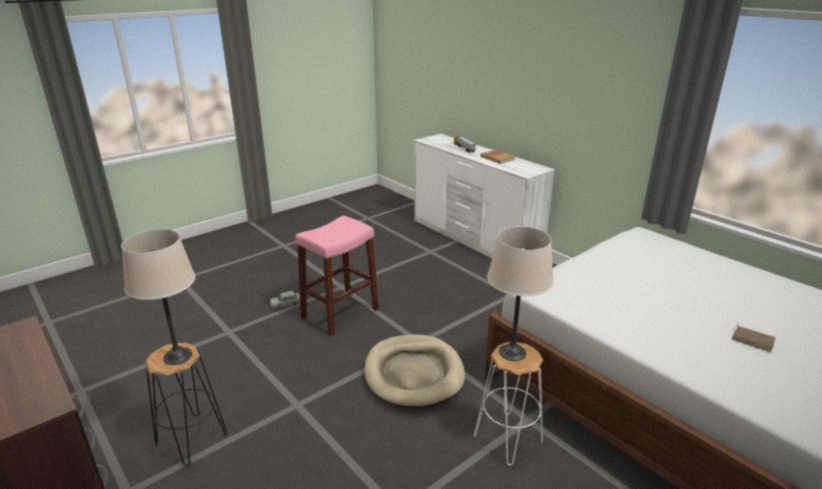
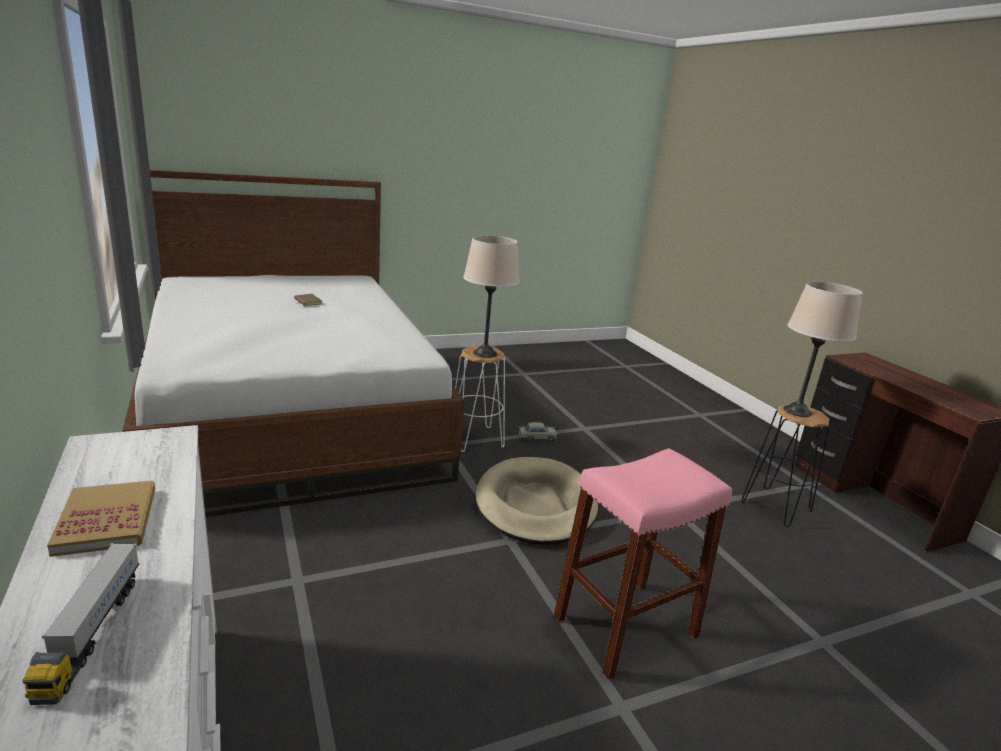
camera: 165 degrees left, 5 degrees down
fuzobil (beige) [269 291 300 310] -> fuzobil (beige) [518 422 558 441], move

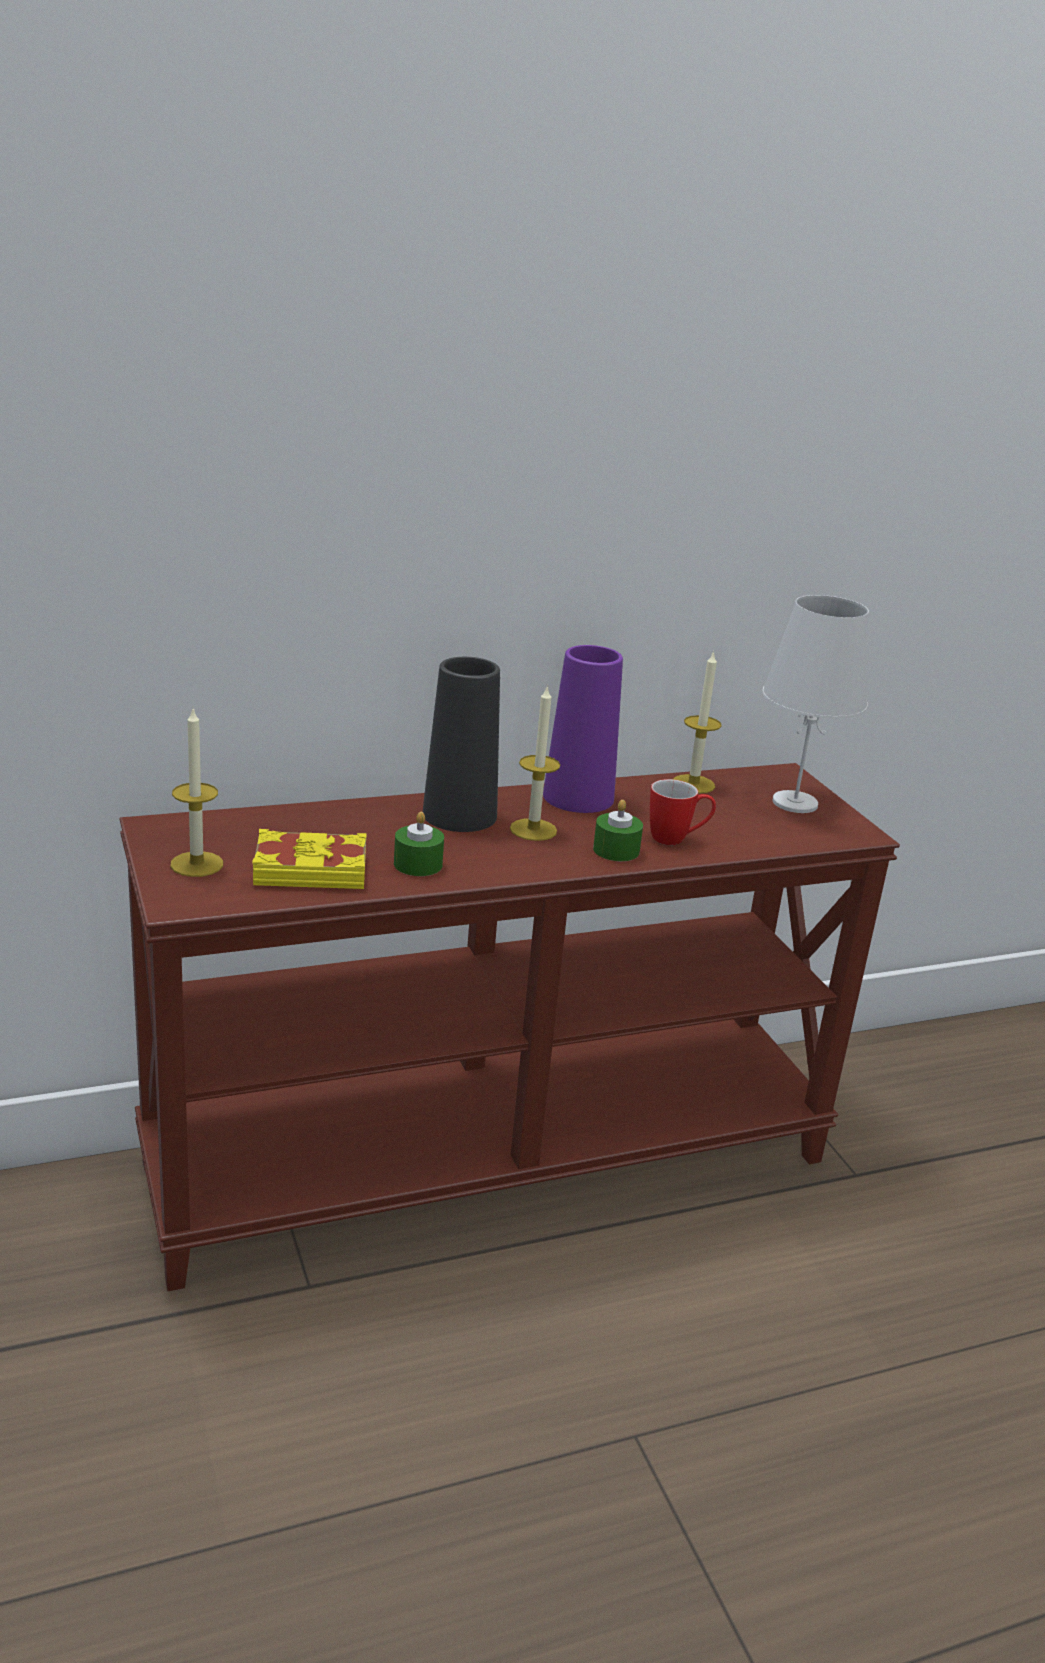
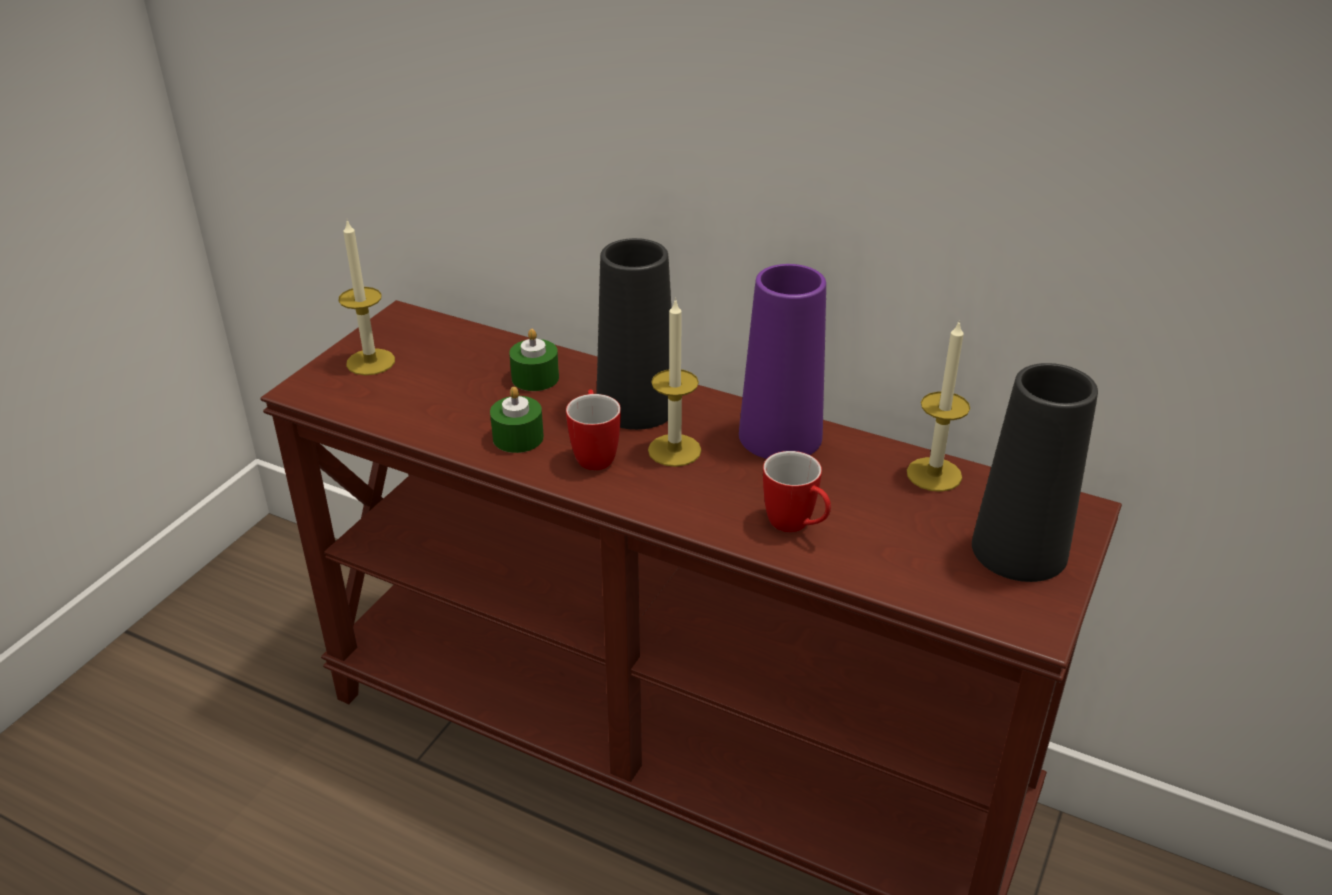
camera: 50 degrees right, 10 degrees up
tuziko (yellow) [252 829 367 889] -> none
none -> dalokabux [566 389 621 470]
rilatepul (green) [593 800 643 861] -> rilatepul (green) [509 329 559 391], move
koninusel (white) [762 595 869 813] -> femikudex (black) [972 363 1098 582]

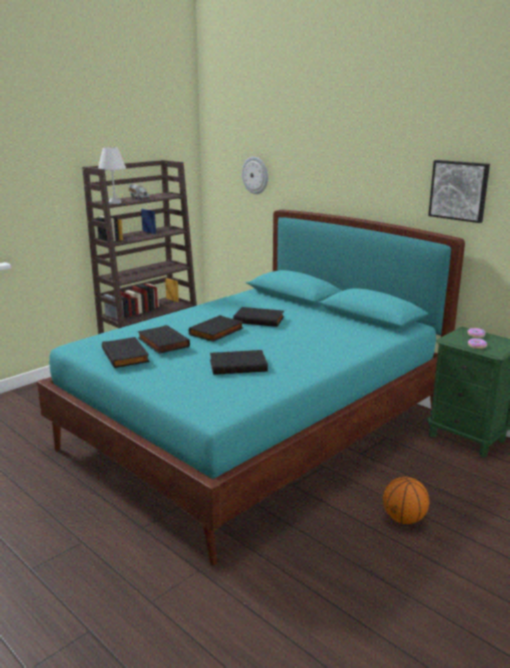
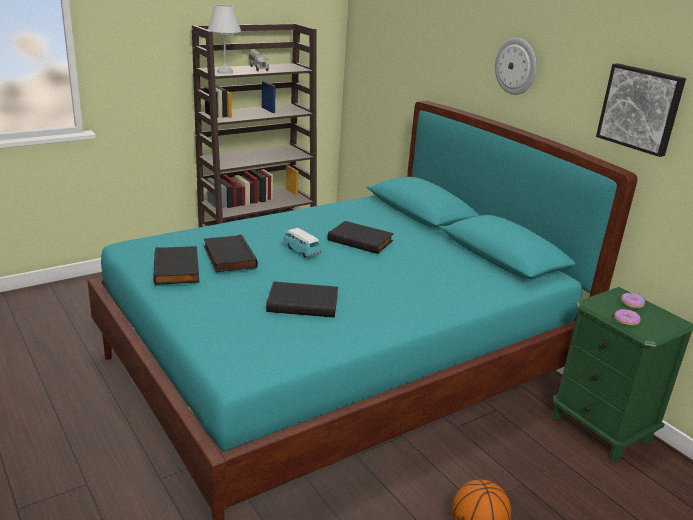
camera: 10 degrees right, 5 degrees up
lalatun [242 156 268 194] -> lalatun [495 38 537 95], move
tuziko (black) [189 315 243 342] -> fuzobil [282 228 321 258]

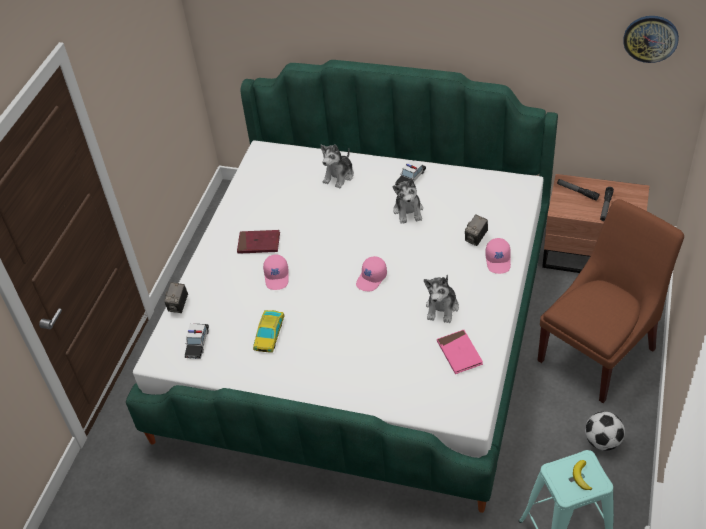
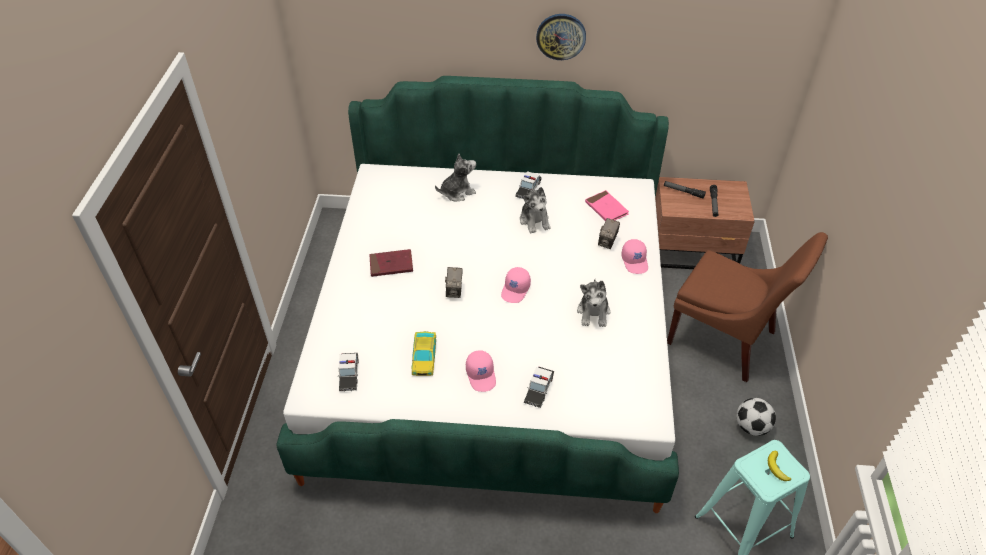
camera: 15 degrees left, 0 degrees up
none -> fuzobil [524 367 554 408]
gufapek [164 282 188 313] -> gufapek [445 267 463 298], move
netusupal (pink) [263 255 289 290] -> netusupal (pink) [466 350 496 392], move
tuziko (pink) [437 330 483 374] -> tuziko (pink) [585 190 629 221], move
lalatun [623 16 679 63] -> lalatun [536 14 586 60], move
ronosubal [320 144 354 188] -> ronosubal [435 154 476 202], 135 degrees counterclockwise
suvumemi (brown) [537 199 684 403] -> suvumemi (brown) [667 232 828 382], 90 degrees clockwise

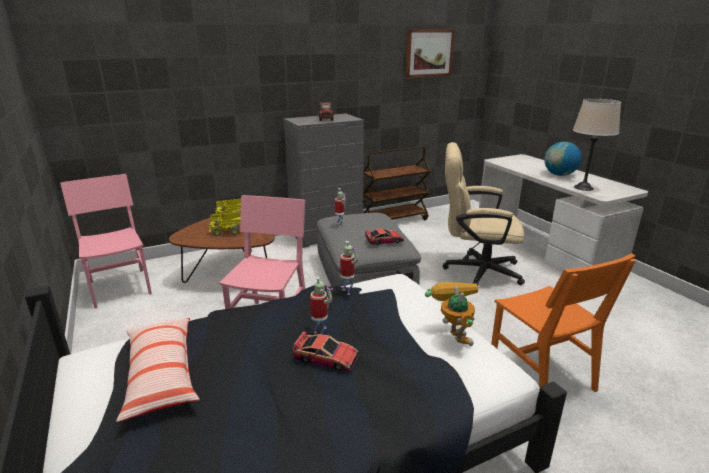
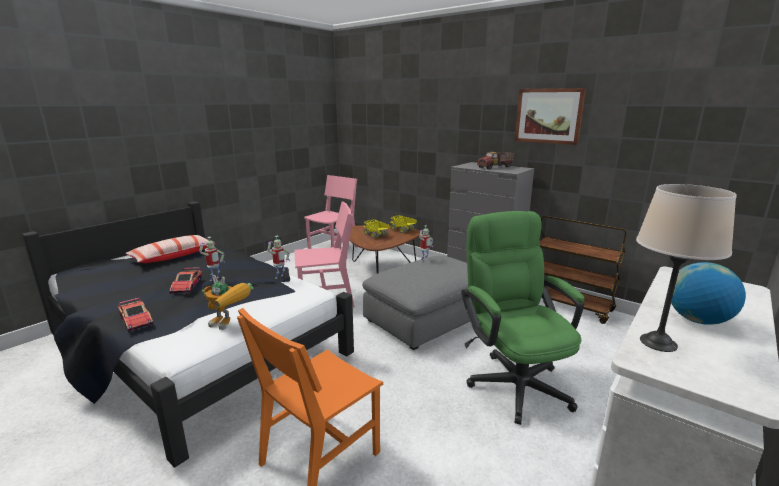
camera: 65 degrees right, 5 degrees down
fuzobil [365 228 404 245] -> fuzobil [118 298 154 332], move
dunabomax [405 29 455 78] -> dunabomax [514 88 586 145], move
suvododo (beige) [443 142 525 286] -> suvododo (green) [461 211 585 425]
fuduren [425 282 478 346] -> fuduren [202 275 253 330], 60 degrees clockwise

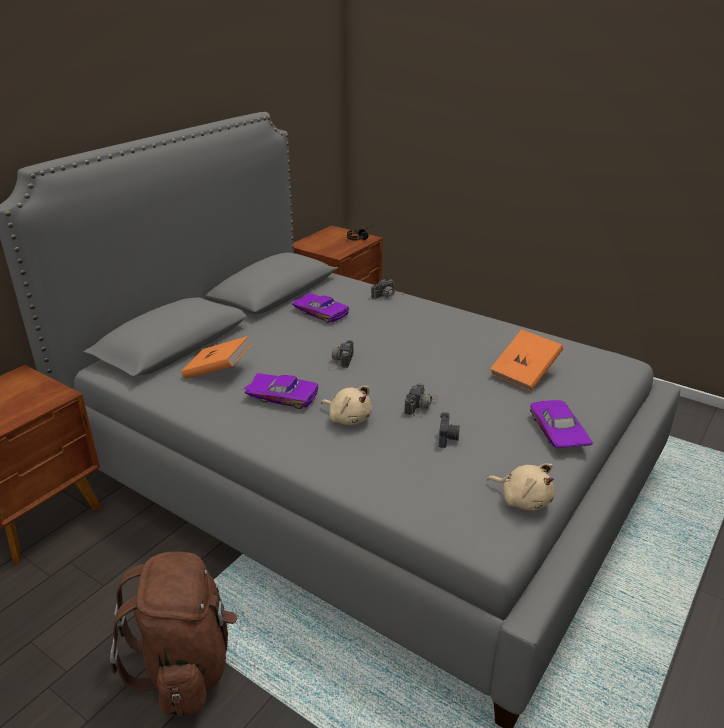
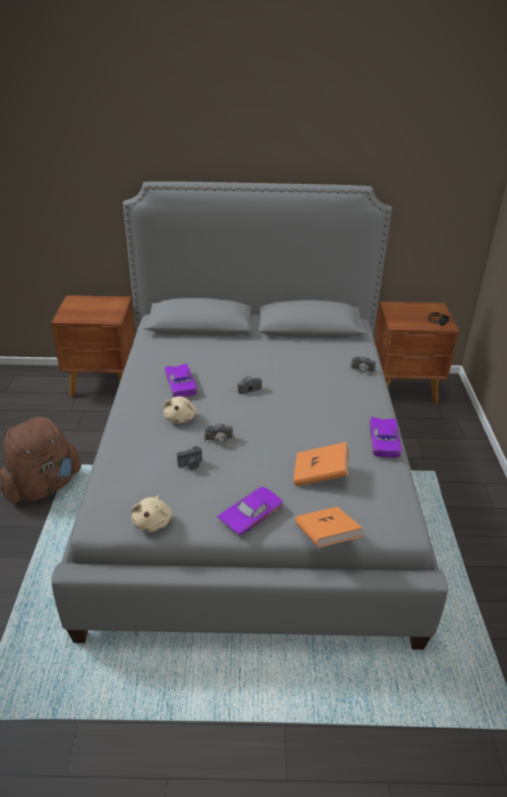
camera: 55 degrees right, 5 degrees up
tuziko (orange) [181 336 252 379] -> tuziko (orange) [295 507 363 548], move
fuzobil (purple) [292 293 349 323] -> fuzobil (purple) [370 417 402 457], move

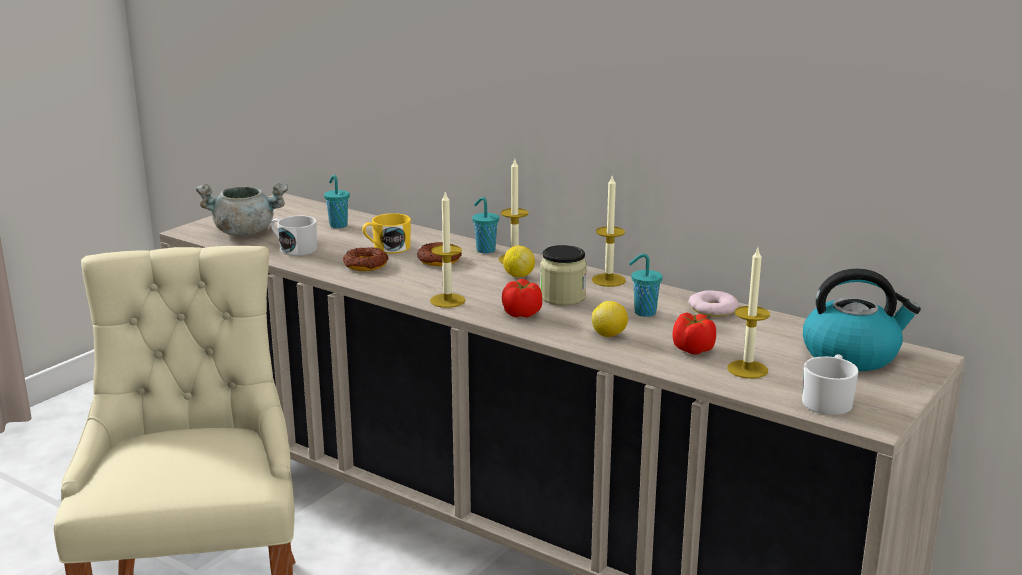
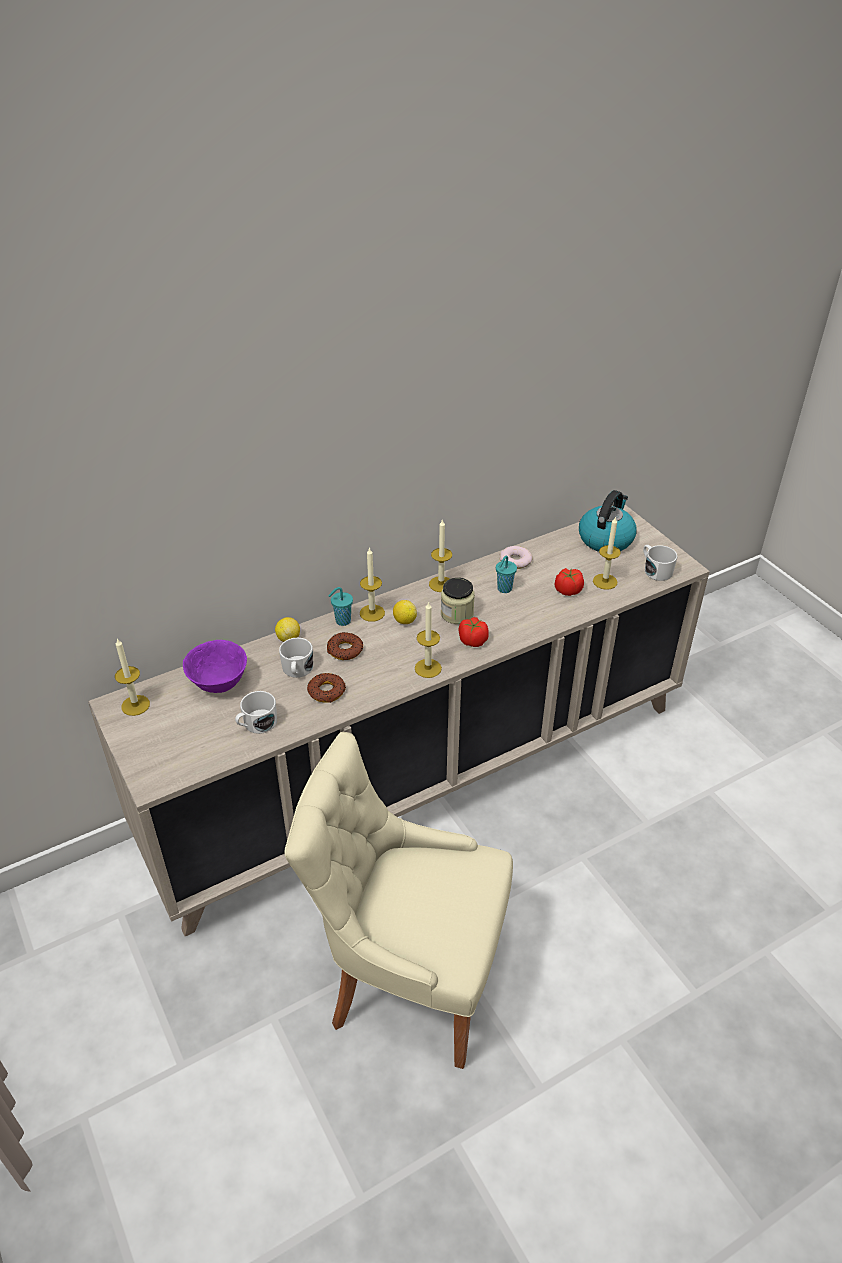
camera: 65 degrees left, 20 degrees up
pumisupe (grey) [196 183 288 236] -> none
none -> rilatepul [115 638 150 716]
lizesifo [592 301 628 337] -> lizesifo [275 617 300 642], move
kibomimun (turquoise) [324 175 350 228] -> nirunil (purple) [183 640 247 693]
dalokabux (yellow) [362 213 411 253] -> dalokabux (white) [279 638 313 678]

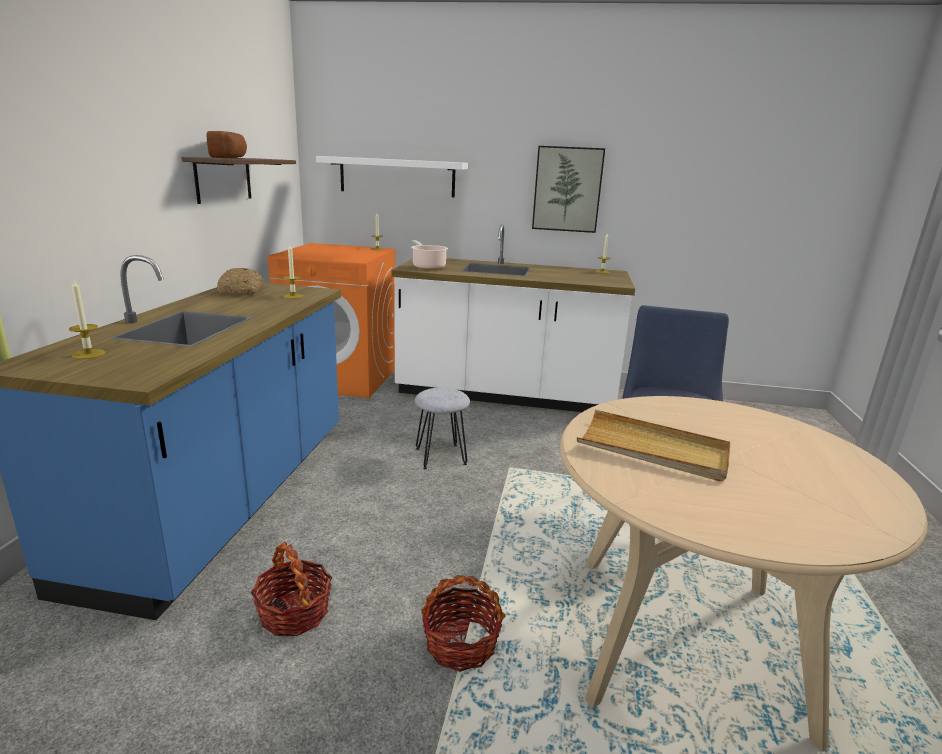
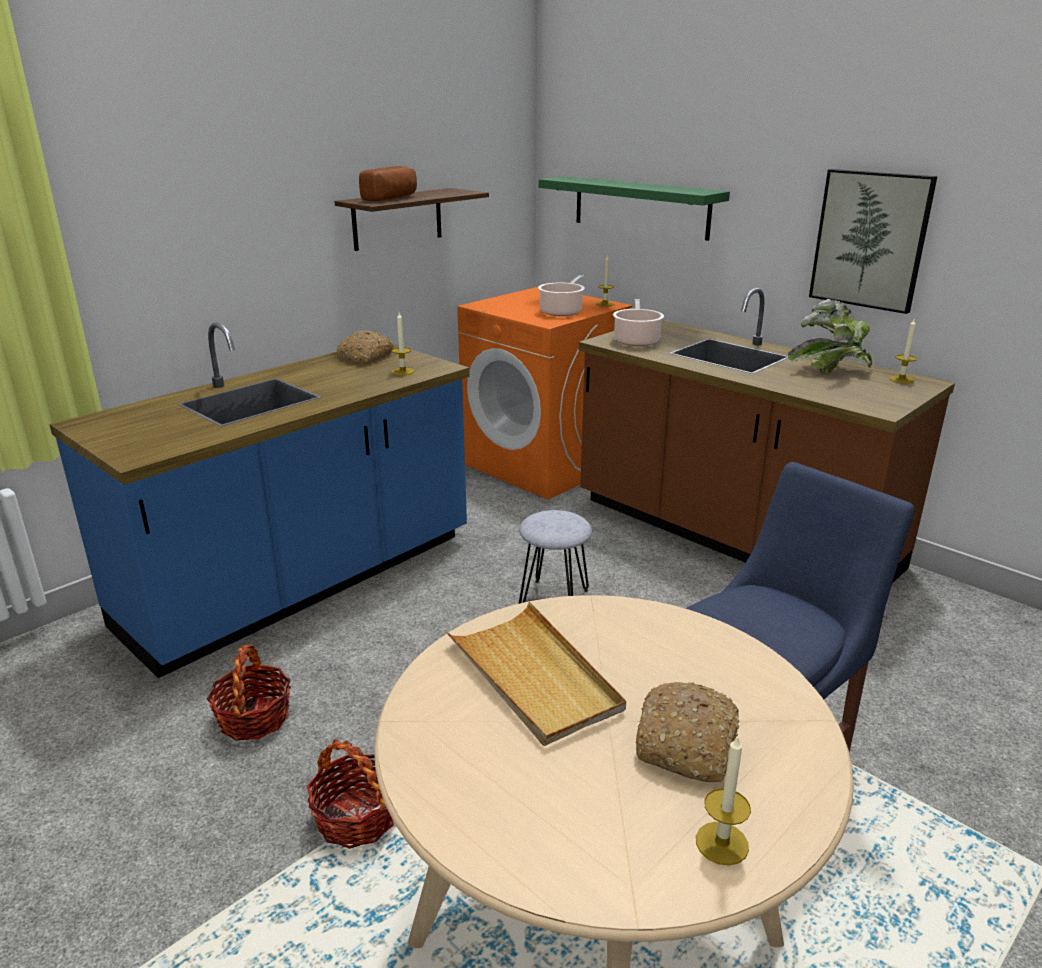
camera: 35 degrees right, 5 degrees up
none -> pumisupe [538 275 585 316]
none -> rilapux [636 682 740 782]
none -> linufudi [788 299 874 373]
rilatepul [69 280 105 359] -> rilatepul [696 735 751 866], move
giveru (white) [316 156 468 197] -> giveru (green) [539 176 730 241]
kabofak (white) [391 224 635 412] -> kabofak (brown) [579 288 955 584]

